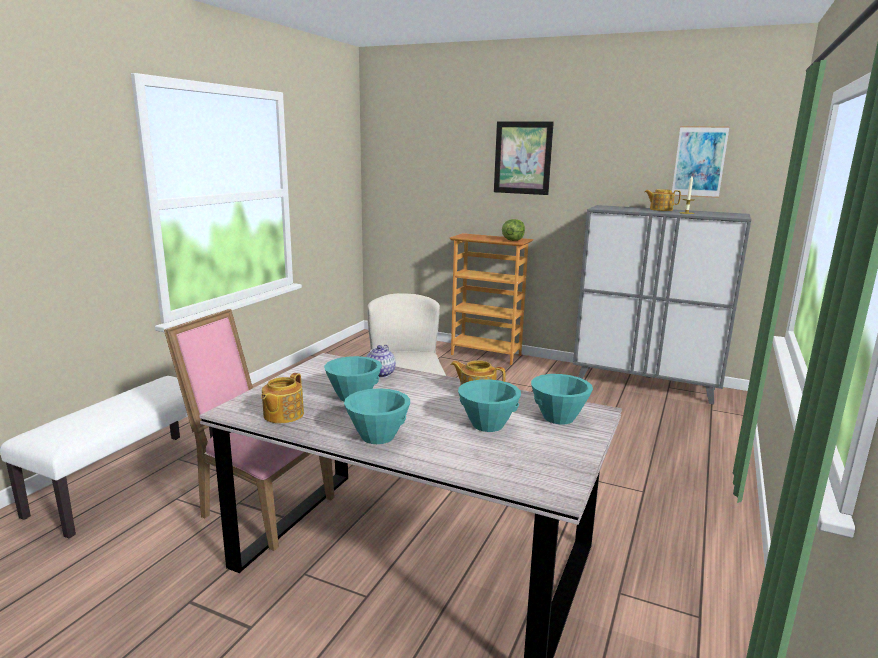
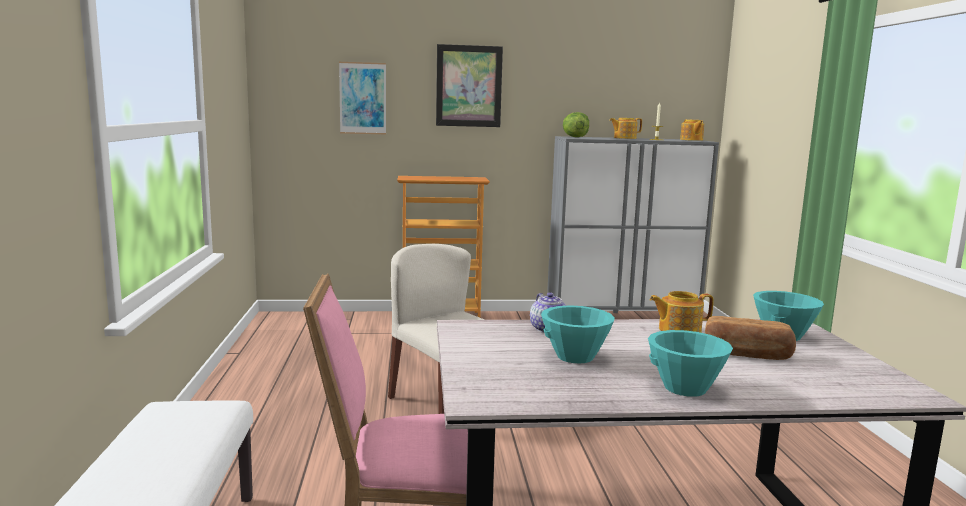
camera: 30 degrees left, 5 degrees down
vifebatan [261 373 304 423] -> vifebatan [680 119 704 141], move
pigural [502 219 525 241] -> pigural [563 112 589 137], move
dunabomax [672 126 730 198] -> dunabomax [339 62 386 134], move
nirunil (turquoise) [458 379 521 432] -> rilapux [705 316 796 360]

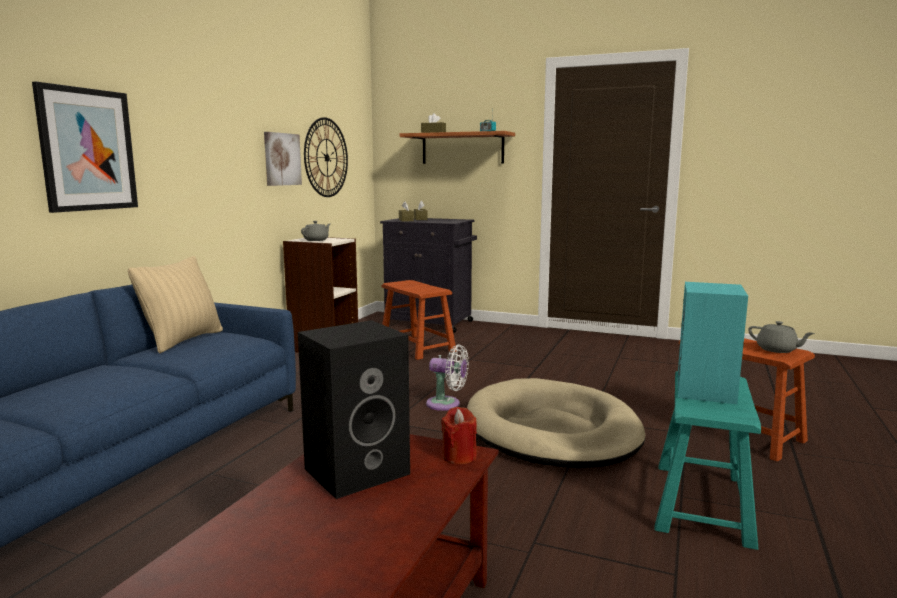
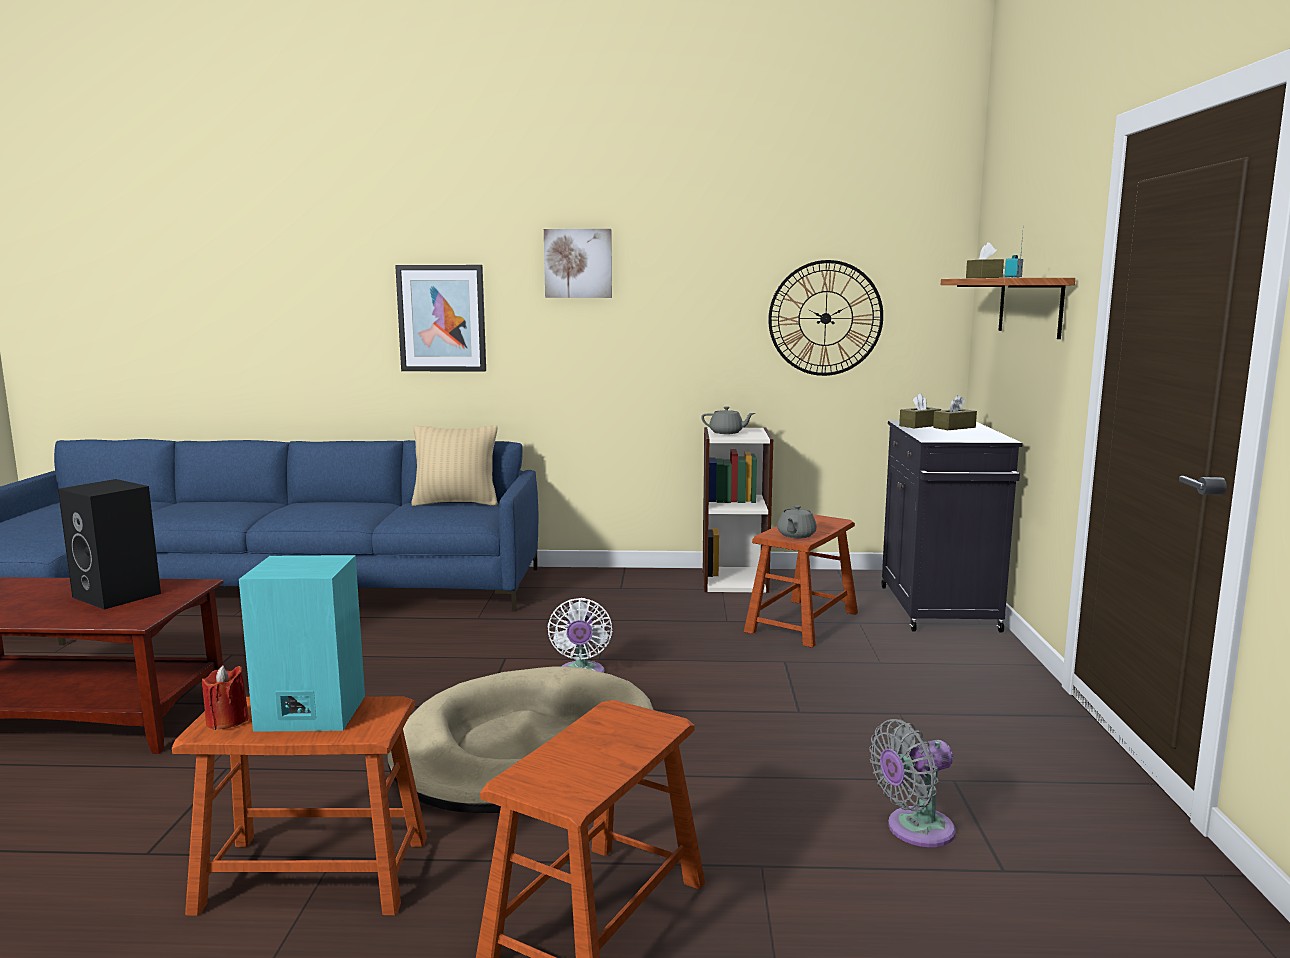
camera: 70 degrees right, 0 degrees up
none -> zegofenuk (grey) [869 719 955 847]
dunabomax [264 132 302 186] -> dunabomax [544 229 612 298], move
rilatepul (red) [441 407 477 464] -> rilatepul (red) [202 666 249 730], move
vifebatan (grey) [748 321 815 353] -> vifebatan (grey) [777 505 817 538], move
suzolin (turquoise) [654 371 761 550] -> suzolin (brown) [172 696 427 916]

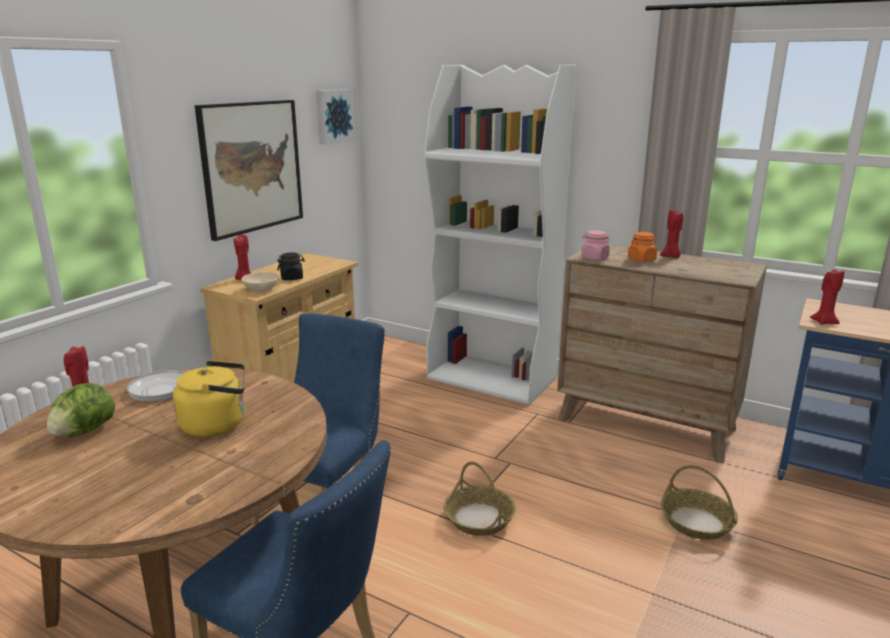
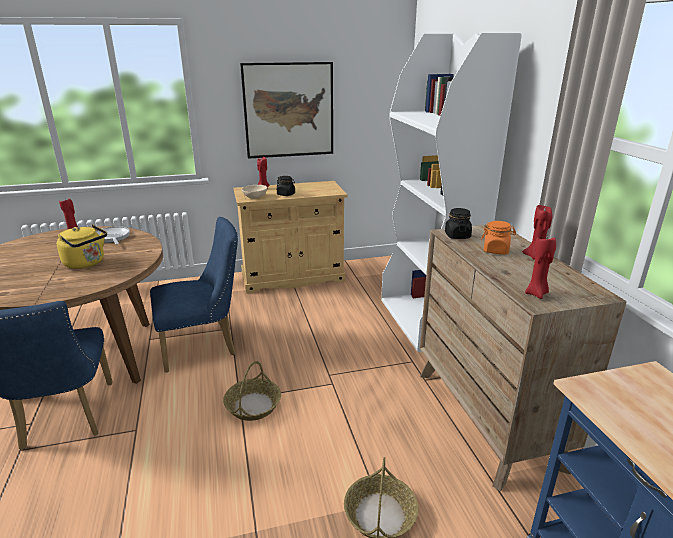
camera: 45 degrees right, 5 degrees up
pigural [47 383 115 437] -> none
dunabomax [316 89 356 144] -> none
rilatepul (red) [810 269 844 325] -> rilatepul (red) [525 235 556 299], move
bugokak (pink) [581 230 610 260] -> bugokak (black) [445 208 472 239]

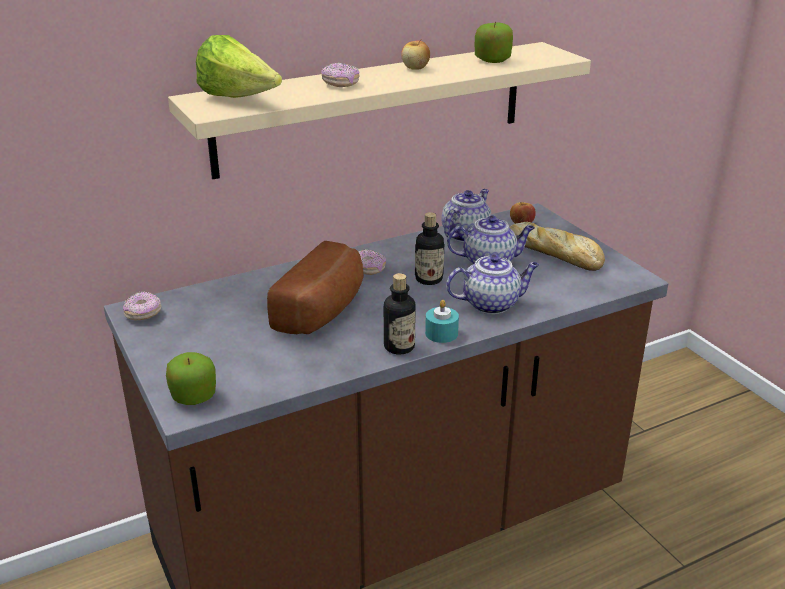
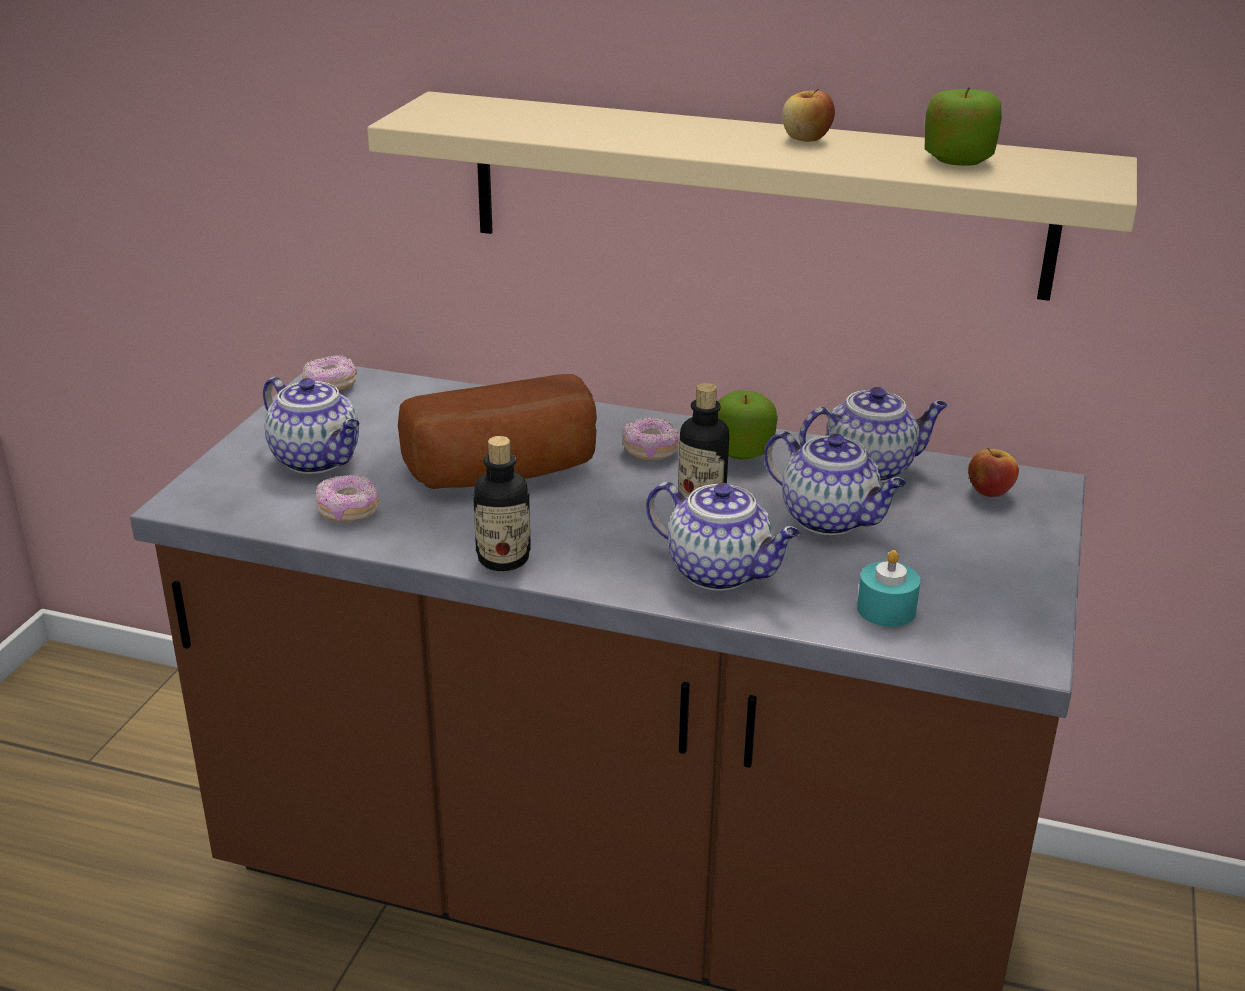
camera: 45 degrees right, 0 degrees up
pigural [196 35 282 98] -> none
rilapux [509 221 605 271] -> none
none -> vifebatan [263 377 360 474]
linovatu [166 352 216 405] -> linovatu [718 391 778 460], move
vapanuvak [321 63 360 87] -> vapanuvak [316 474 379 522], move
rilatepul (turquoise) [425 300 459 343] -> rilatepul (turquoise) [857 550 920 627], move

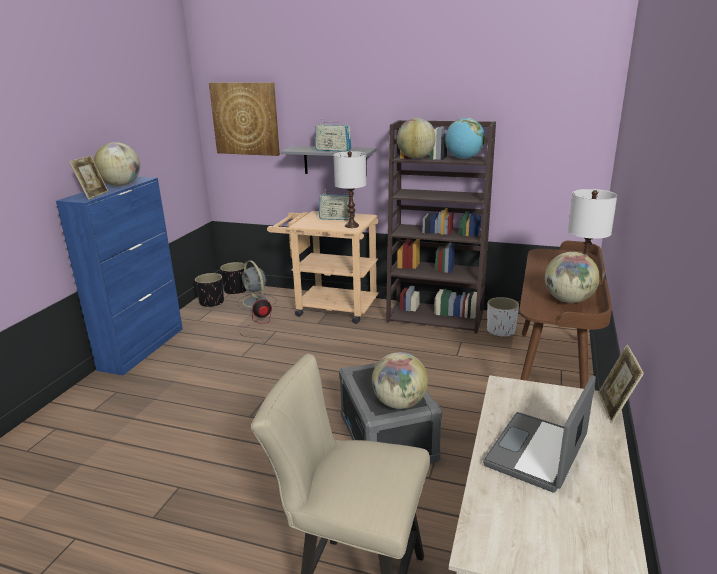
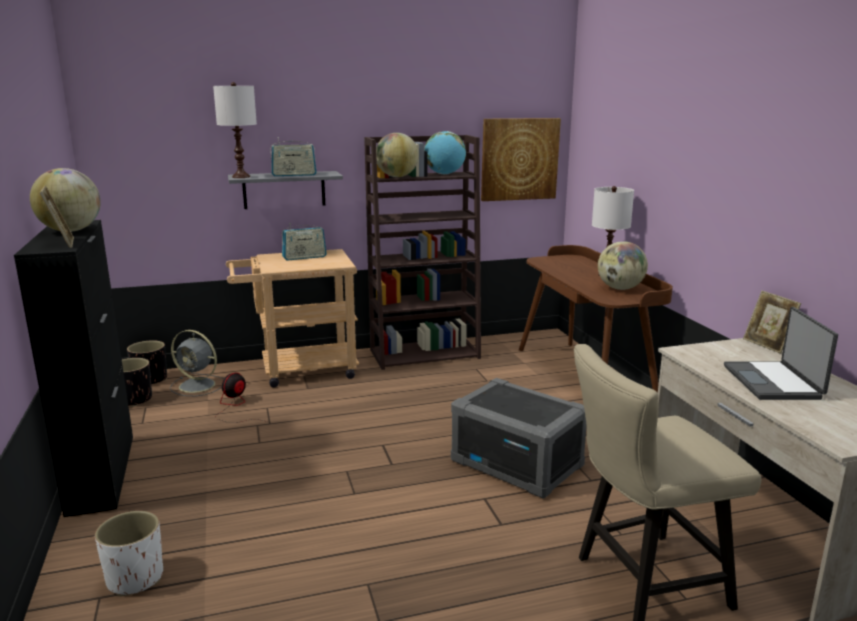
camera: 35 degrees left, 5 degrees down
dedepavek [372 352 428 409] -> none
dunabomax [209 82 280 156] -> dunabomax [481 118 561 201], move
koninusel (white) [333 151 367 228] -> koninusel (white) [213 82 257 178], move
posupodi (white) [487 297 519 337] -> posupodi (white) [95 511 163 597], move
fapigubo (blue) [56 177 183 375] -> fapigubo (black) [14 220 133 517]

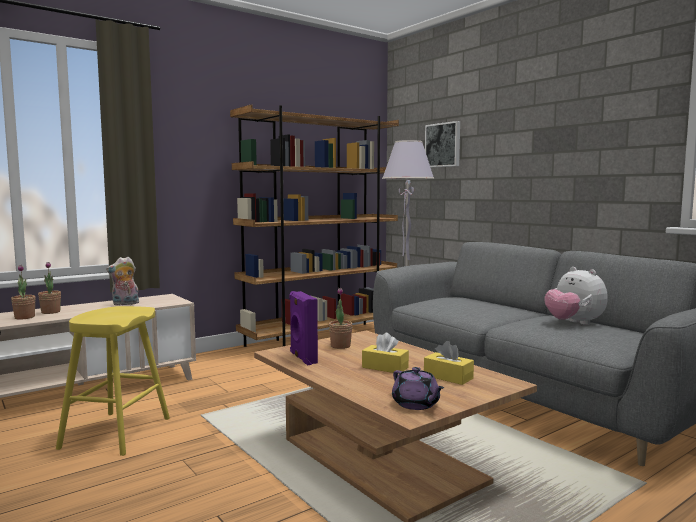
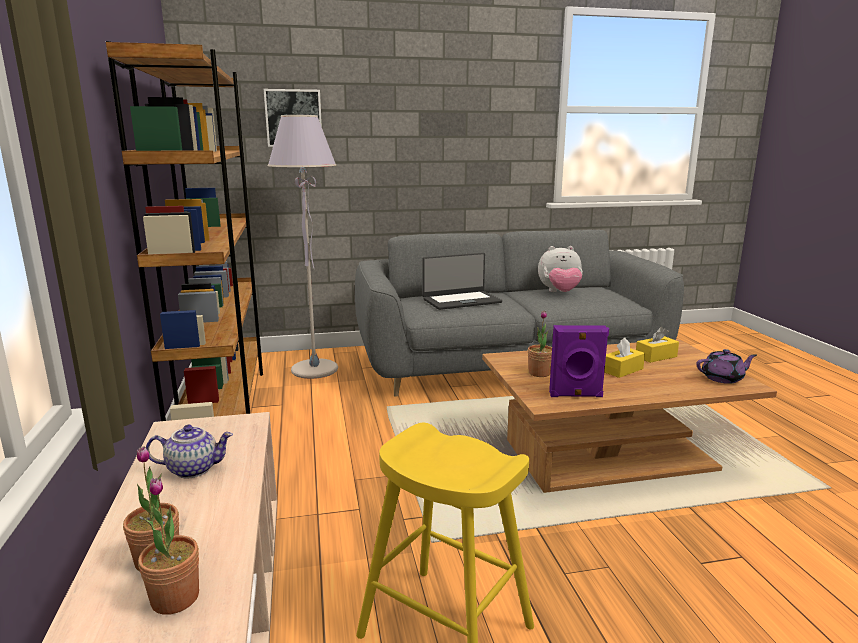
camera: 65 degrees left, 10 degrees up
none -> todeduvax [422 253 502 310]
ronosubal [106 257 139 305] -> vifebatan [146 425 233 478]

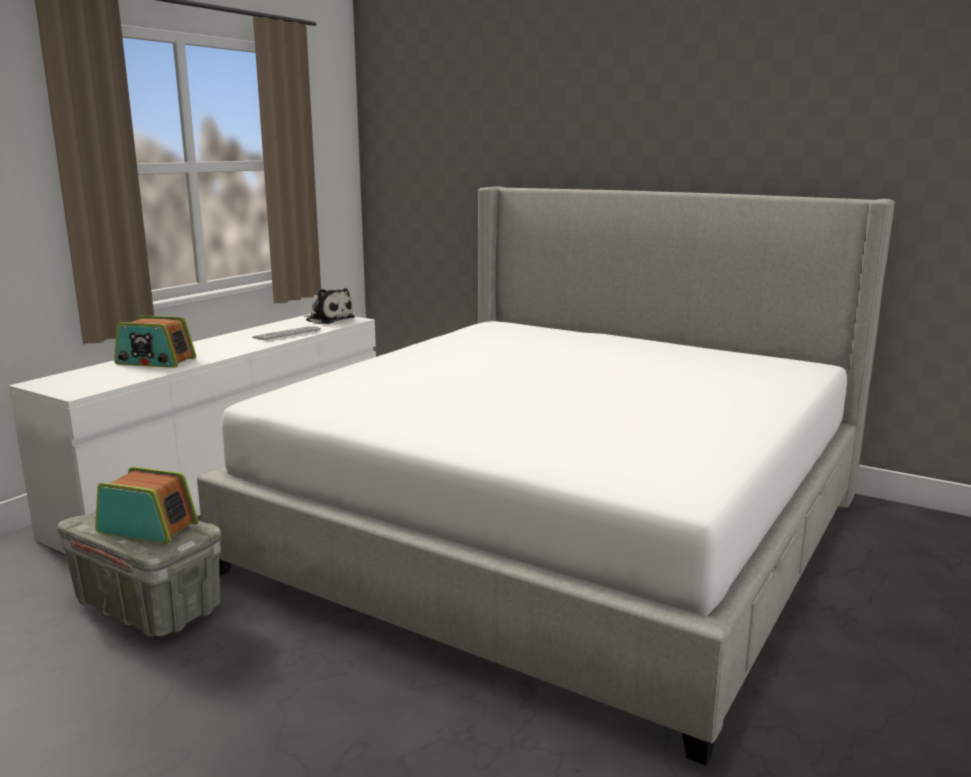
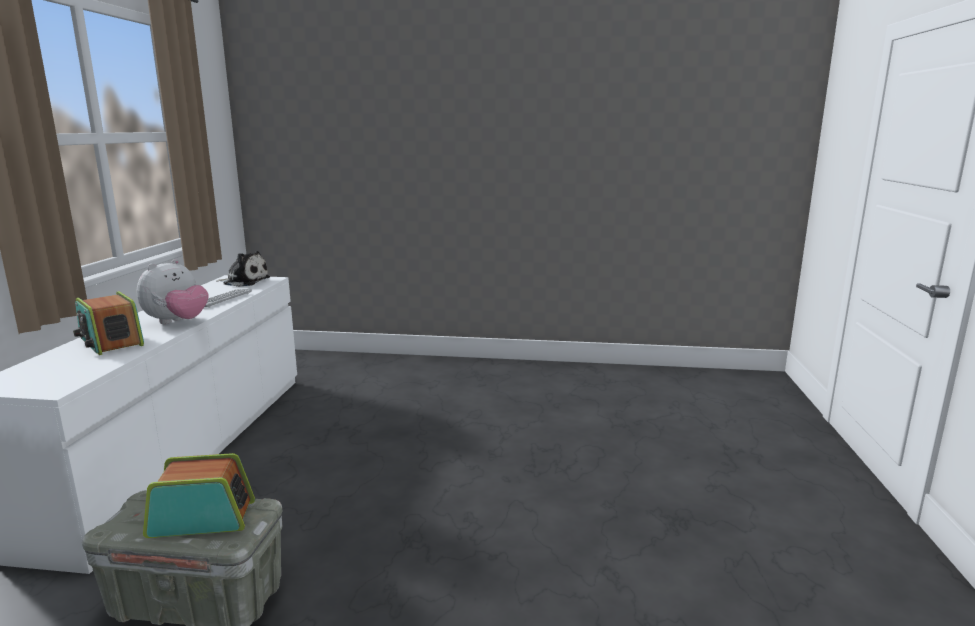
camera: 25 degrees left, 0 degrees up
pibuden [197 186 895 766] -> none
none -> ronosubal [136 259 208 324]
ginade [114 315 196 368] -> ginade [73 291 144 355], 60 degrees clockwise

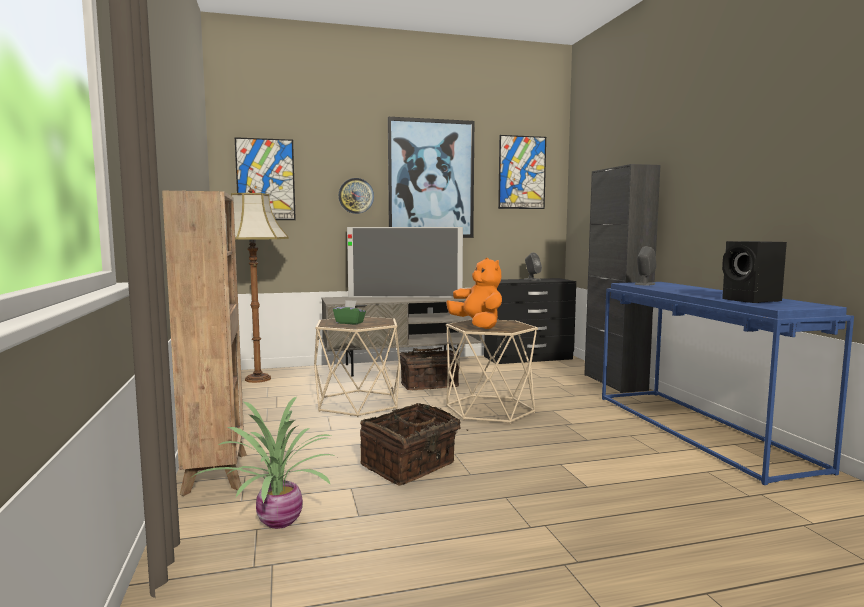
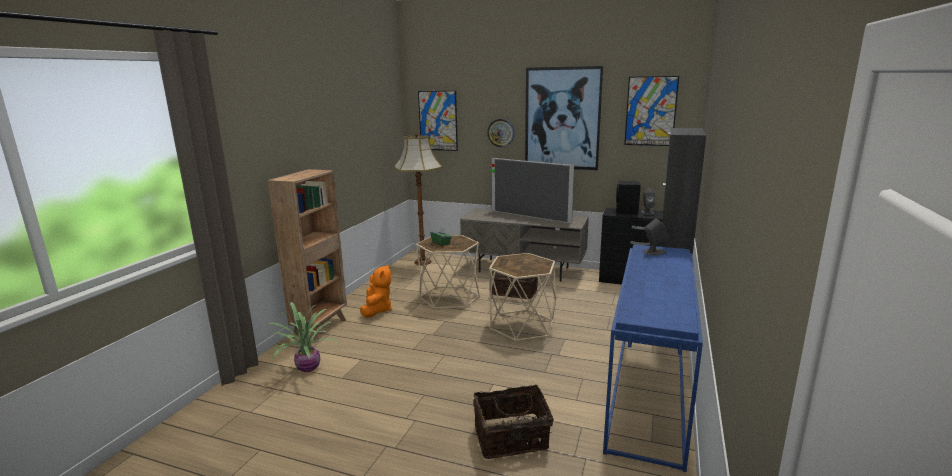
camera: 35 degrees right, 10 degrees up
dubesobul [360 403 468 485] -> dubesobul [473 385 554 459], move
ronosubal (orange) [446 258 502 329] -> ronosubal (orange) [360 264 392 318], move
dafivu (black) [722 241 787 303] -> dafivu (black) [616 181 641 214], move

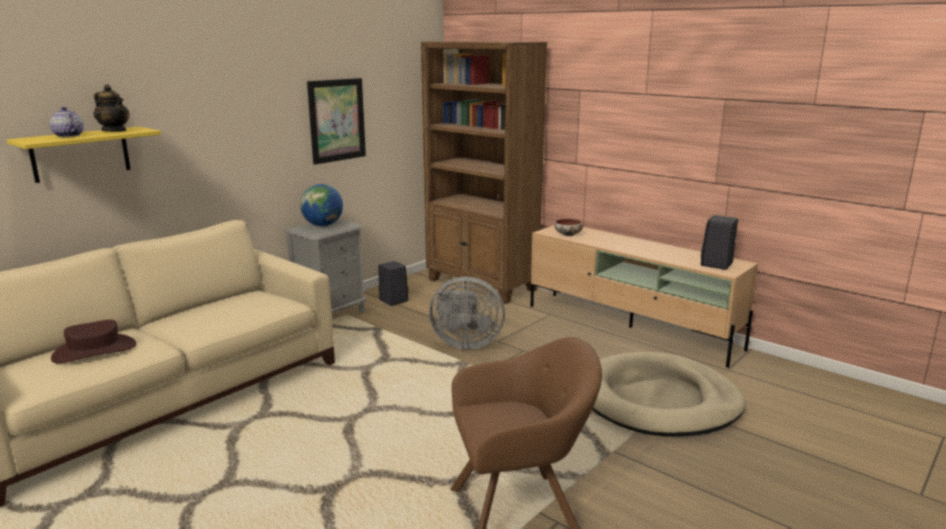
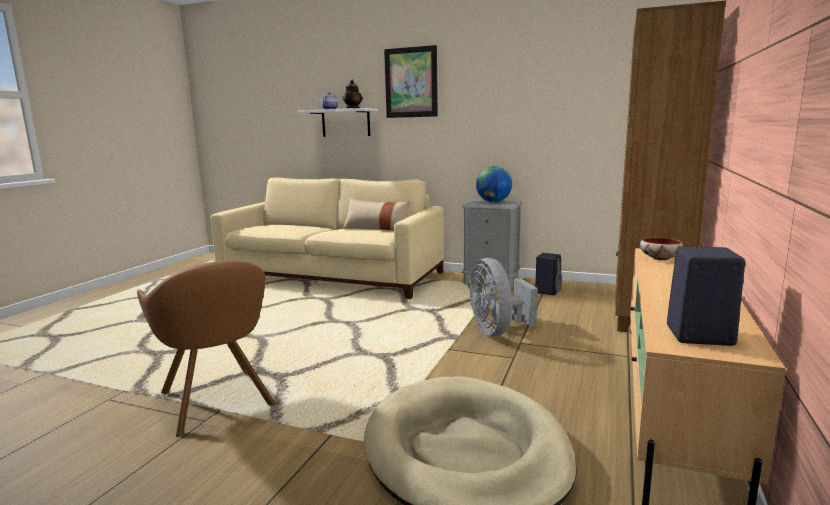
camera: 70 degrees right, 5 degrees down
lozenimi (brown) [51 320 136 364] -> none
none -> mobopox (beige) [343 198 411 231]
dunabomax [307 78 366 165] -> dunabomax [384 45 438 118], move
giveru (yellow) [6 127 161 183] -> giveru (white) [298 108 378 137]

